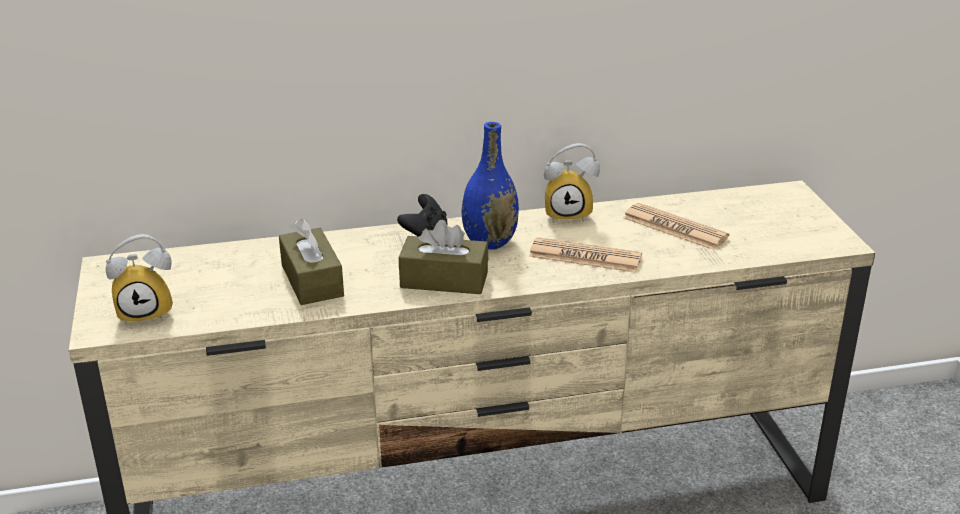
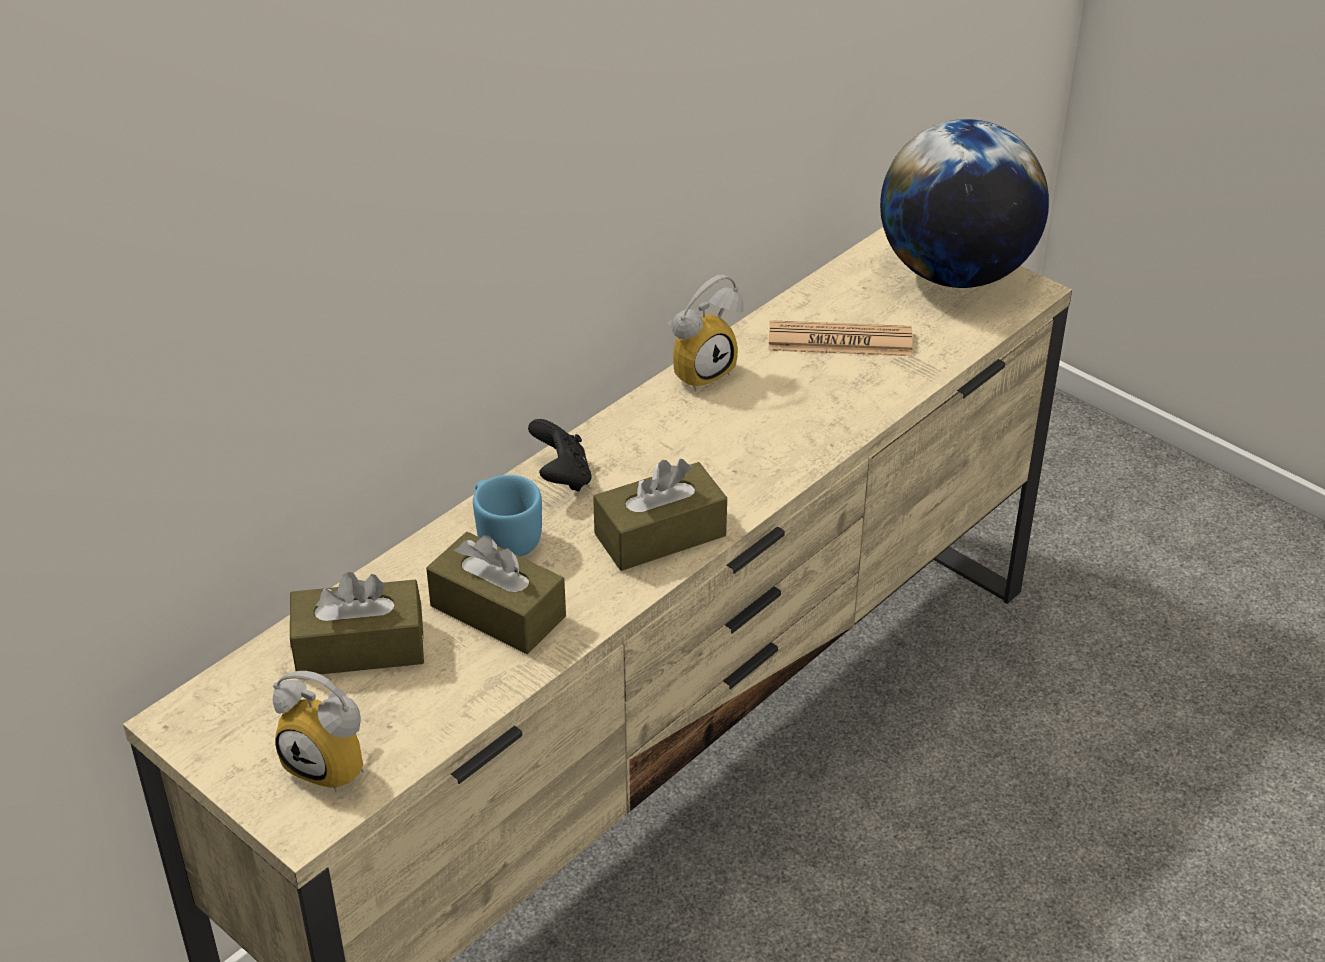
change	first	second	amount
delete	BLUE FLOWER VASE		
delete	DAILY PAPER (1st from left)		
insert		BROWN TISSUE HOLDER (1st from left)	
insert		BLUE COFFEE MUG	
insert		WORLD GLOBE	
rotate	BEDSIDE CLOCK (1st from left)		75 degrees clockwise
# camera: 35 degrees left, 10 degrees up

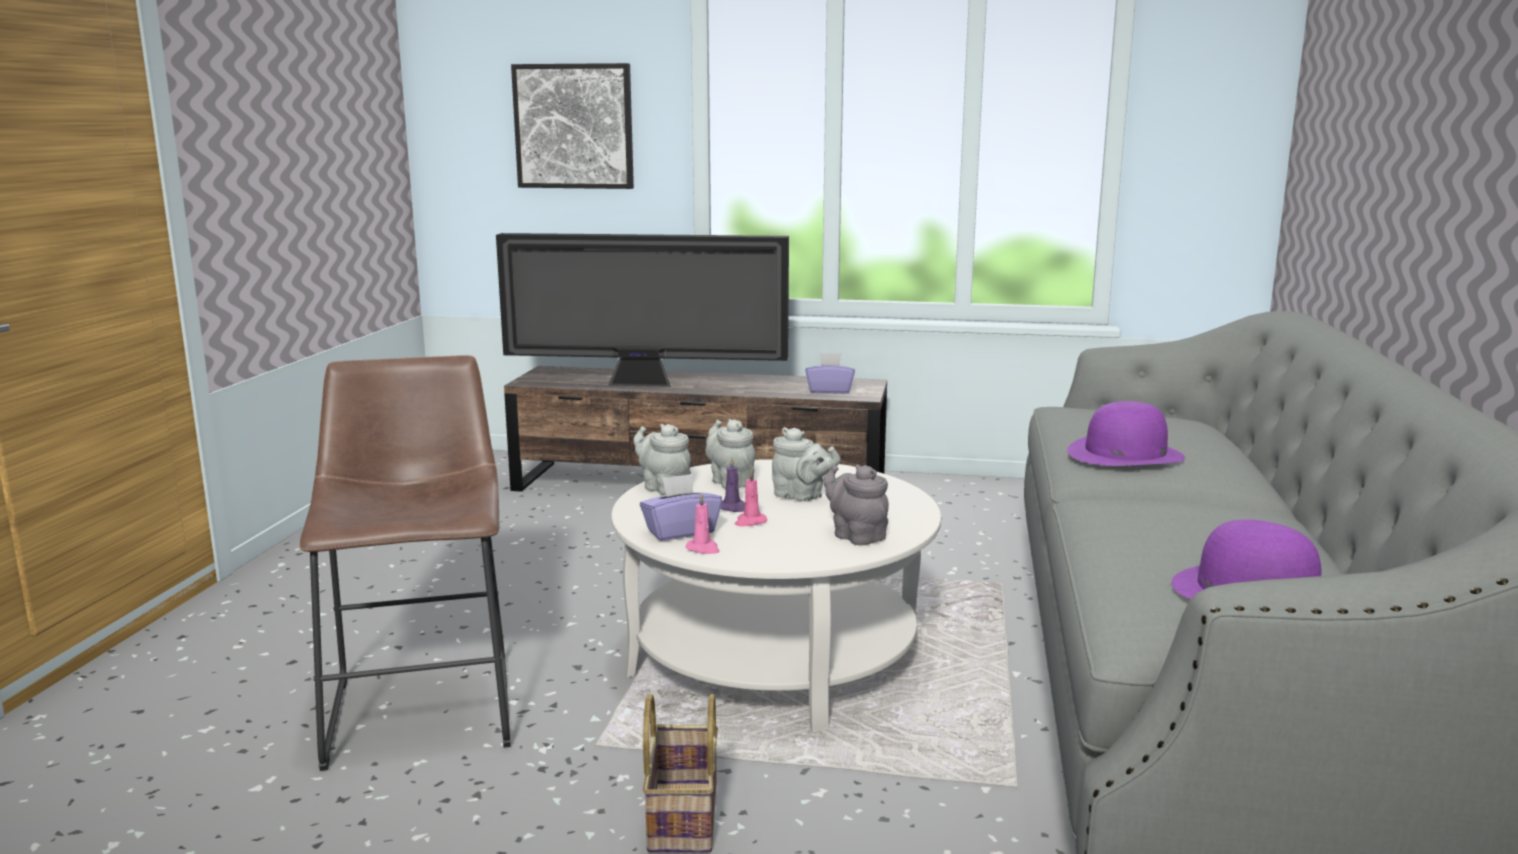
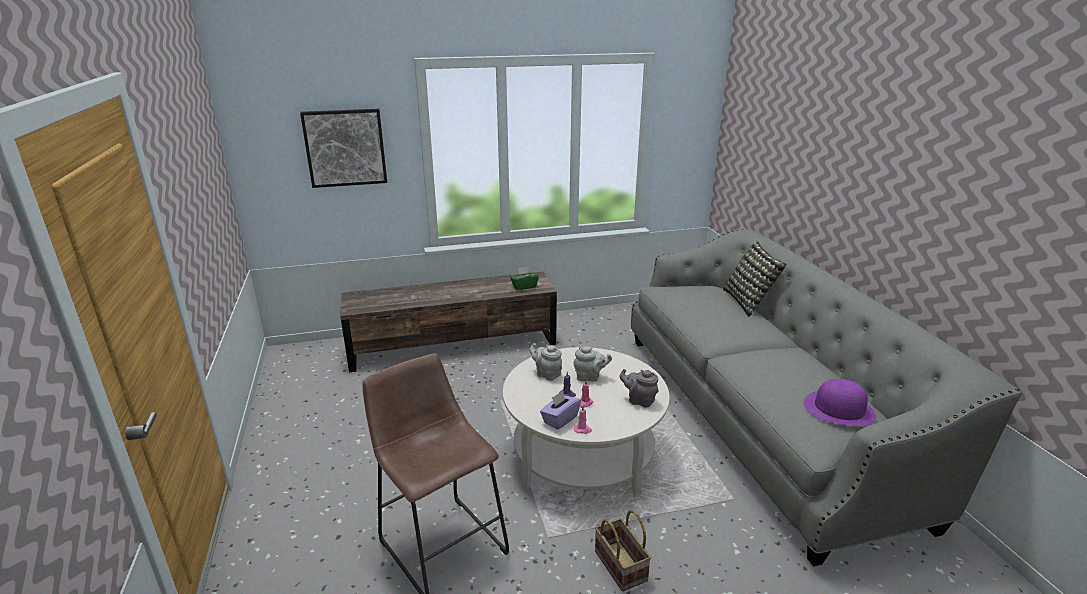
change	first	second	amount
delete	TELEVISION		
delete	GRAY TEA POT (1st from left)		
delete	PURPLE-COLOURED CLOTHING HAT (1st from left)		
insert		CUSHION	
recolor	PURPLE-COLOURED TISSUE HOLDER (2nd from left)	GREENISH TISSUE HOLDER	
# camera: 25 degrees left, 10 degrees up

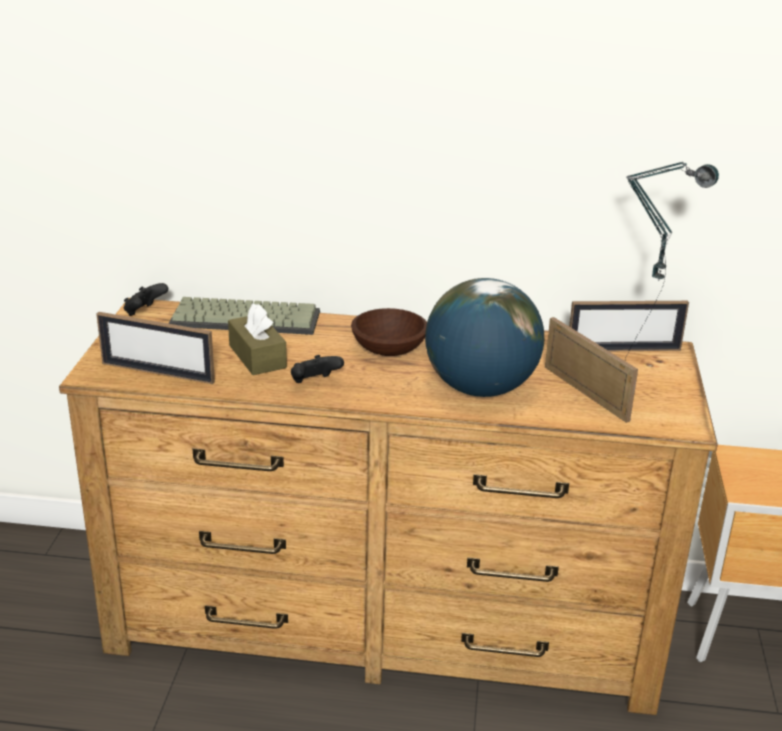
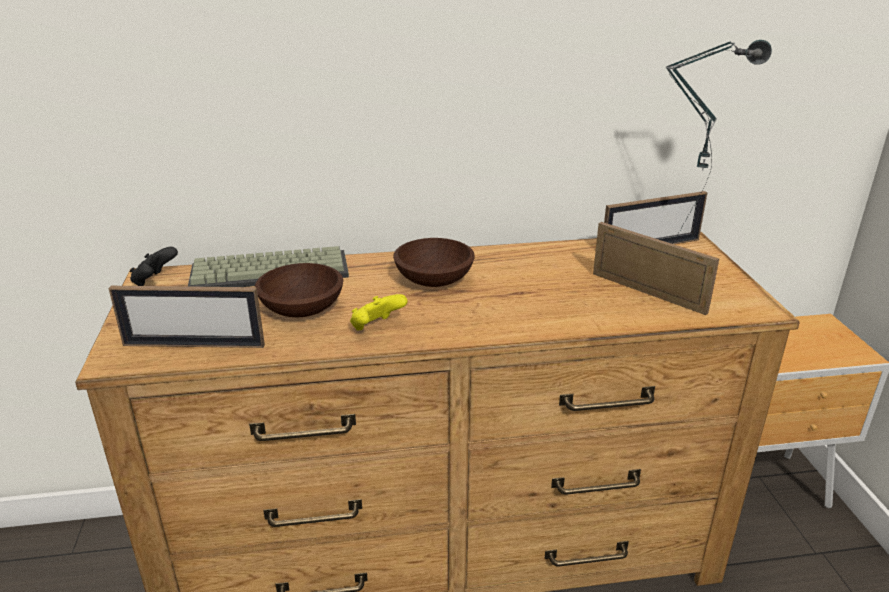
change	first	second	amount
delete	WORLD GLOBE		
replace	BROWN TISSUE HOLDER	BROWN BOWL (1st from left)	
recolor	BLACK-COLOURED GAMEPAD (2nd from left)	YELLOW GAMEPAD	
# camera: 15 degrees left, 0 degrees up

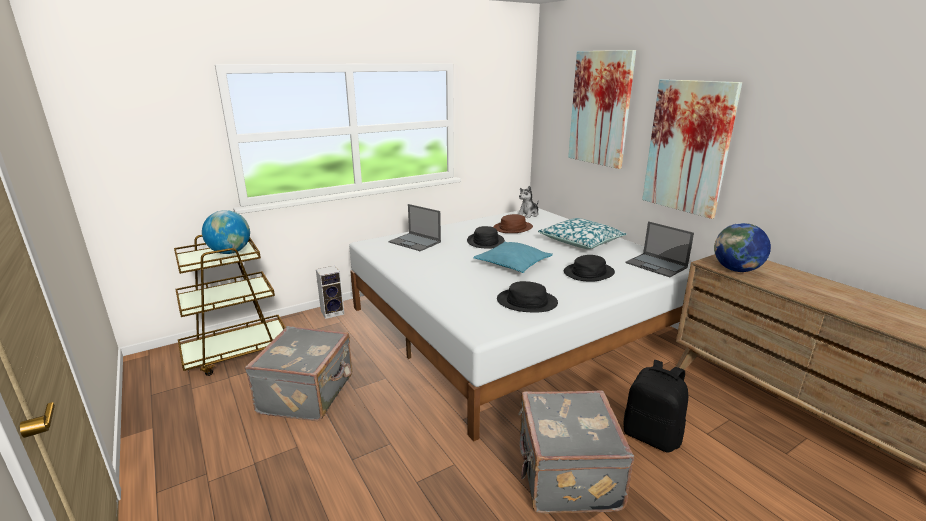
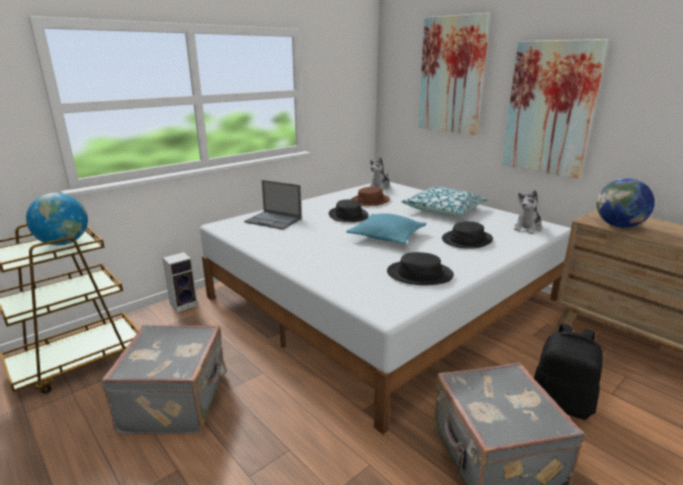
change	first	second	amount
replace	NOTEBOOK COMPUTER (2nd from left)	SOFT TOY (2nd from left)	
# camera: 10 degrees left, 0 degrees up

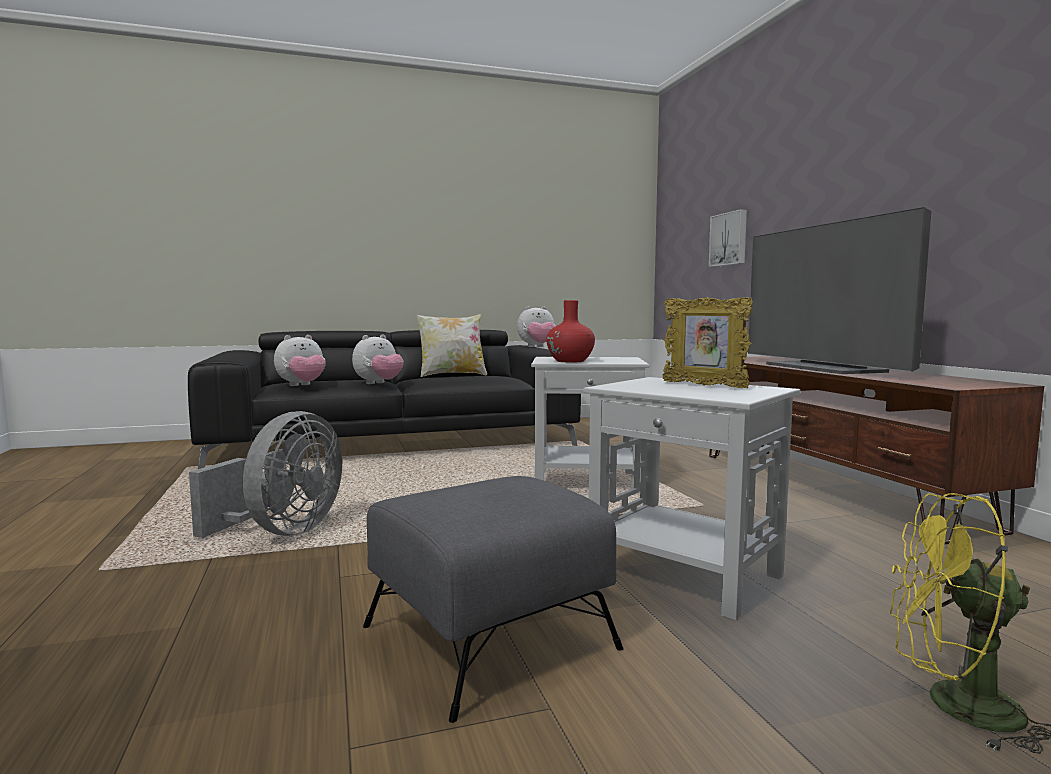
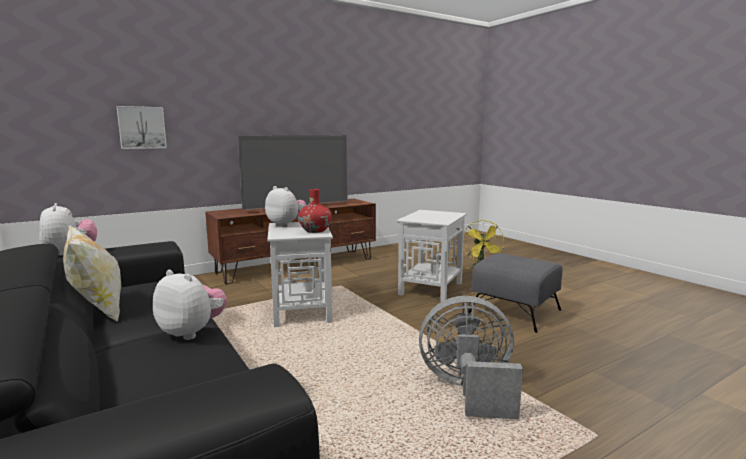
change	first	second	amount
delete	PHOTO FRAME		
move	SOFT TOY (1st from left in the first image)	SOFT TOY (3rd from left)	
# camera: 105 degrees left, 5 degrees up

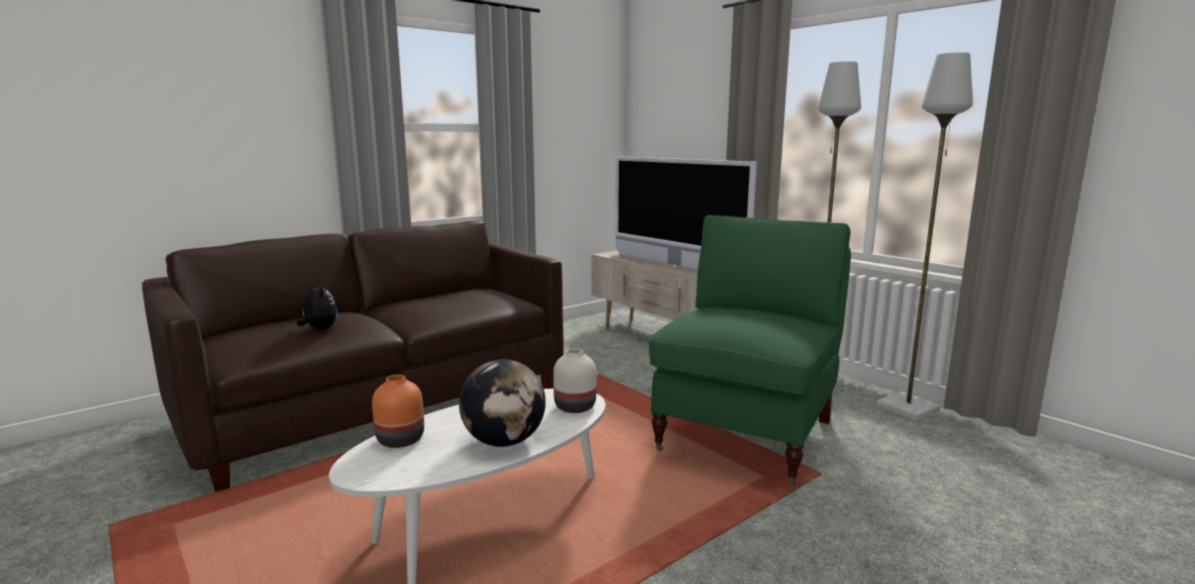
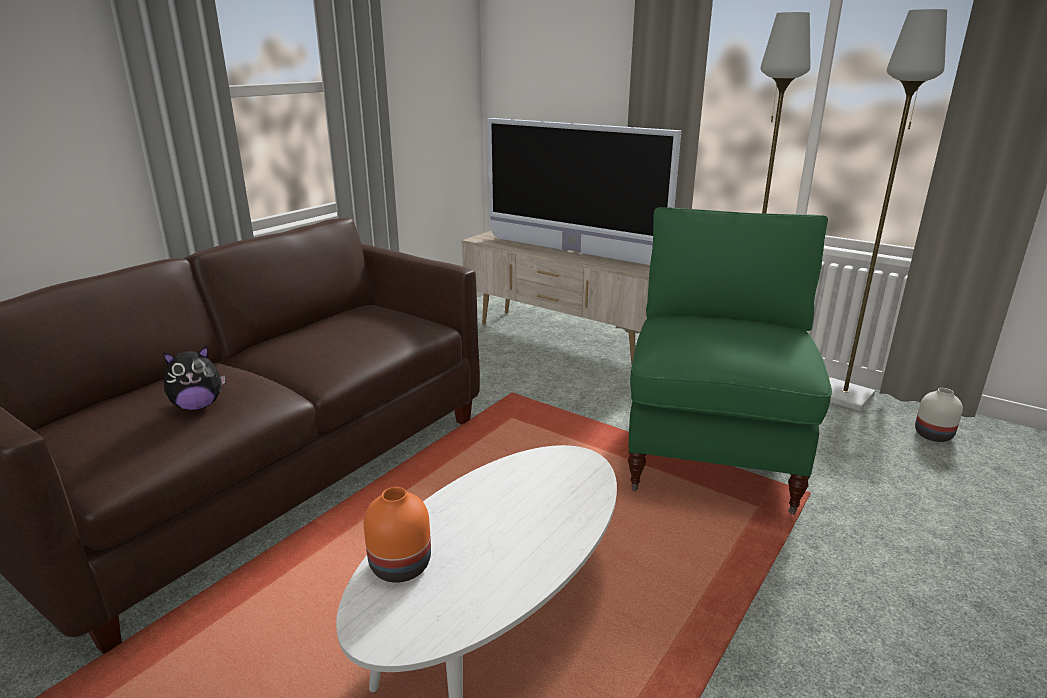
change	first	second	amount
delete	WORLD GLOBE		
move	WHITE FLOWER VASE		
rotate	SOFT TOY		120 degrees clockwise
# camera: 15 degrees left, 10 degrees up

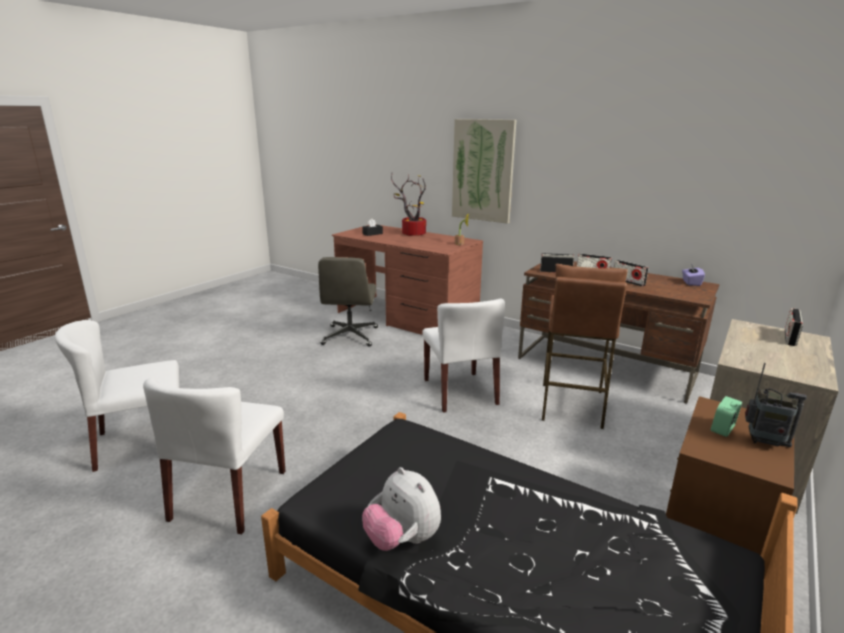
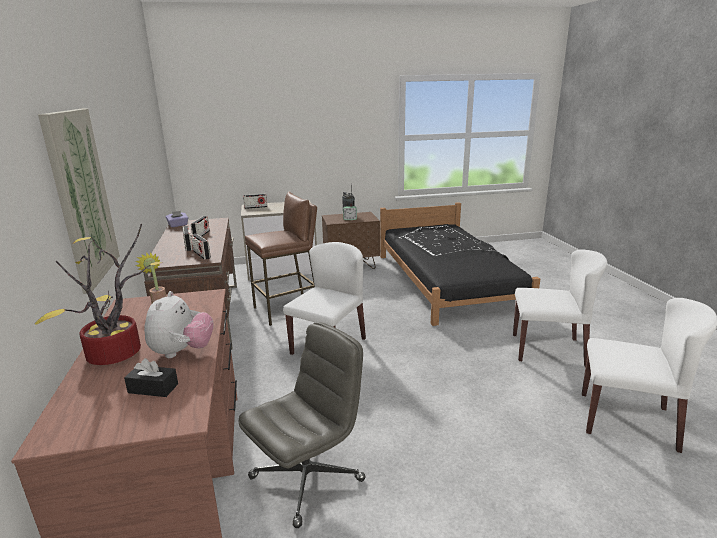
change	first	second	amount
move	SOFT TOY		
rotate	WHITE PLAIN CHAIR (2nd from left)		45 degrees clockwise
# camera: 135 degrees left, 0 degrees up

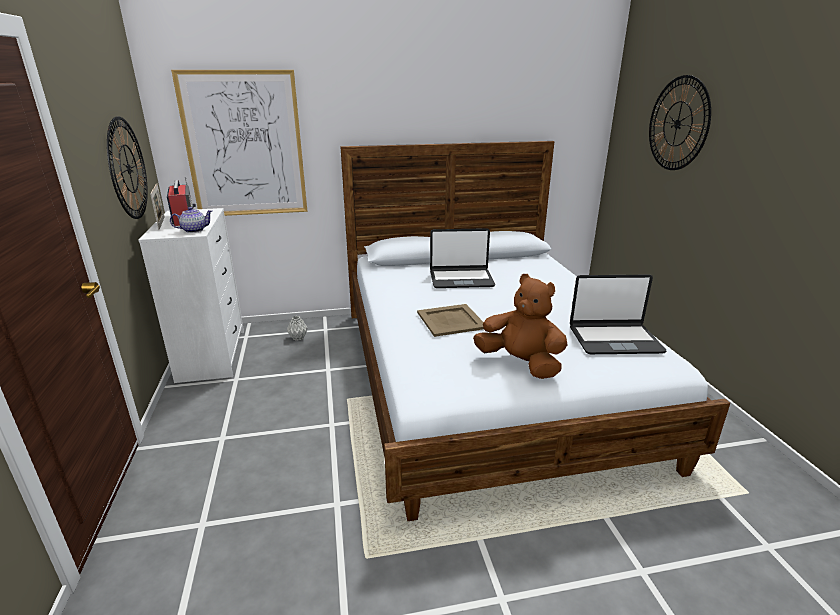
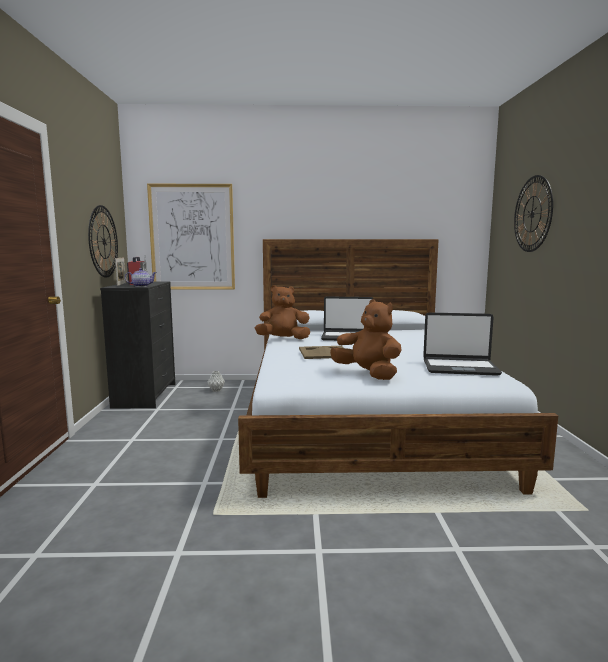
change	first	second	amount
insert		BROWN SOFT TOY (1st from left)	
recolor	WHITE DRAWER CHEST	BLACK-COLOURED DRAWER CHEST	
# camera: 10 degrees right, 15 degrees down

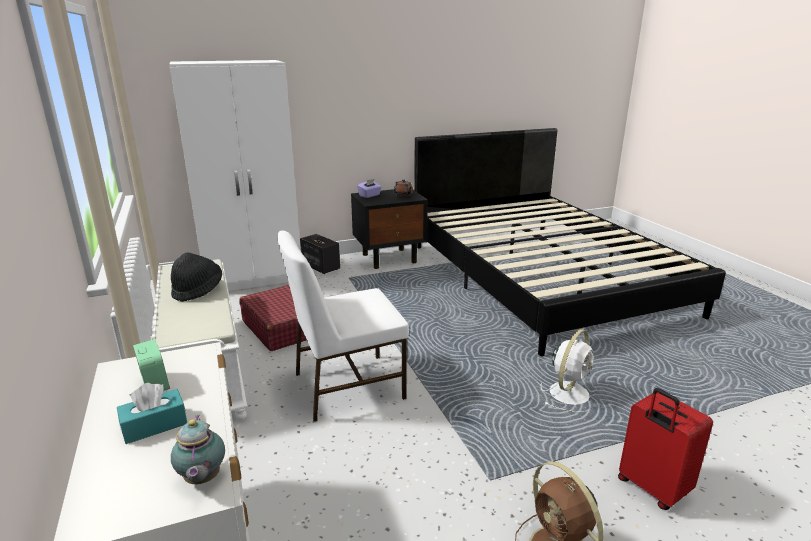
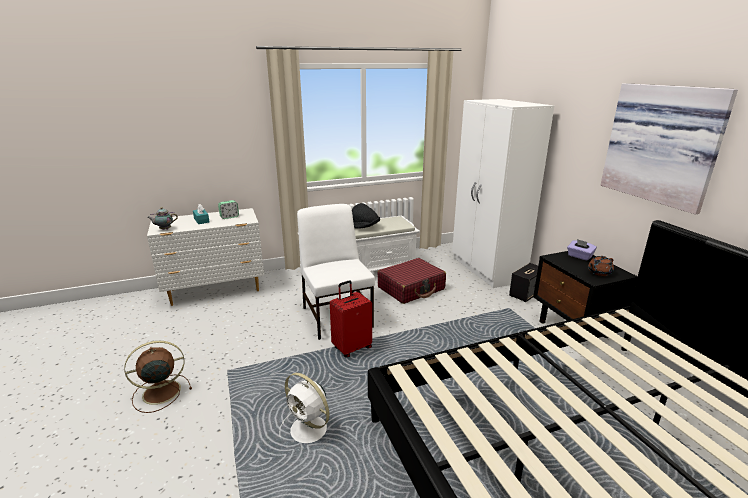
change	first	second	amount
insert		WALL ART	
move	RED-COLOURED TRAVEL CASE (2nd from left in the first image)	RED-COLOURED TRAVEL CASE (1st from left)	
# camera: 90 degrees right, 0 degrees up

